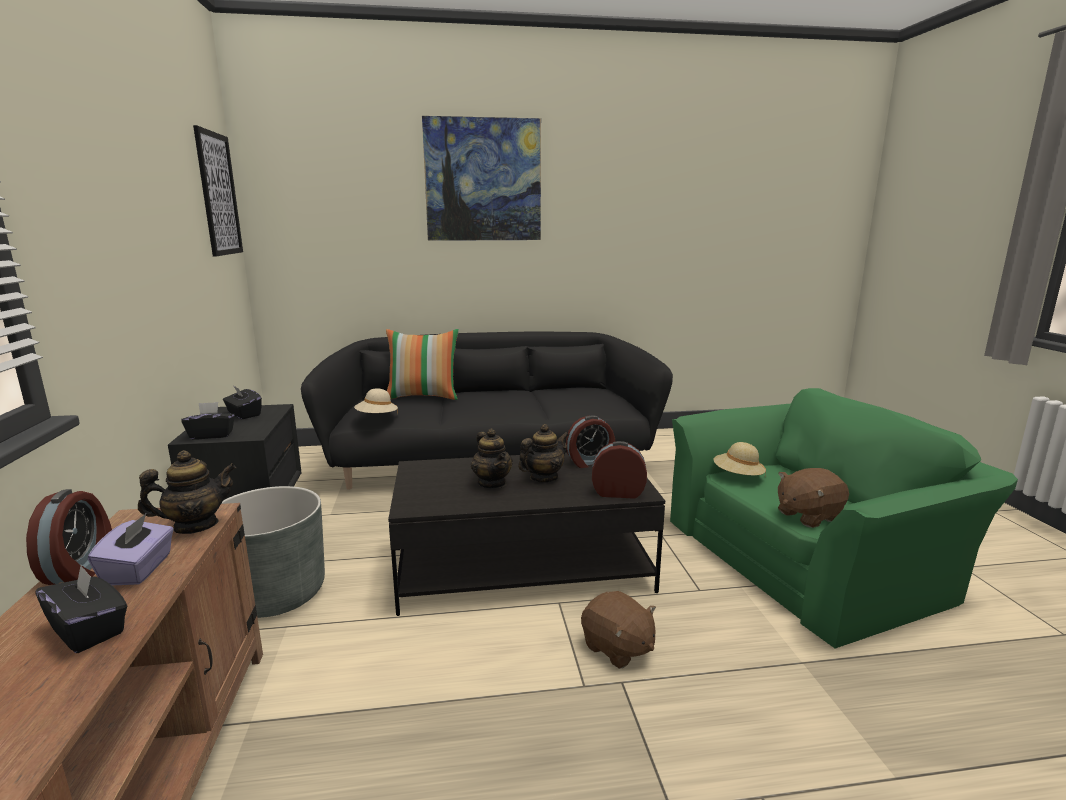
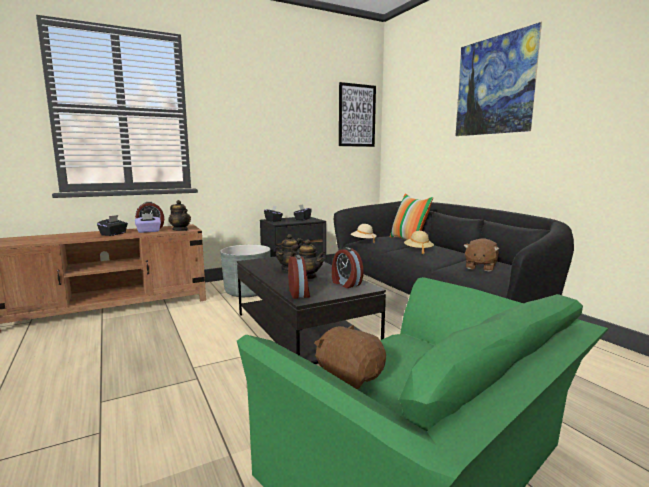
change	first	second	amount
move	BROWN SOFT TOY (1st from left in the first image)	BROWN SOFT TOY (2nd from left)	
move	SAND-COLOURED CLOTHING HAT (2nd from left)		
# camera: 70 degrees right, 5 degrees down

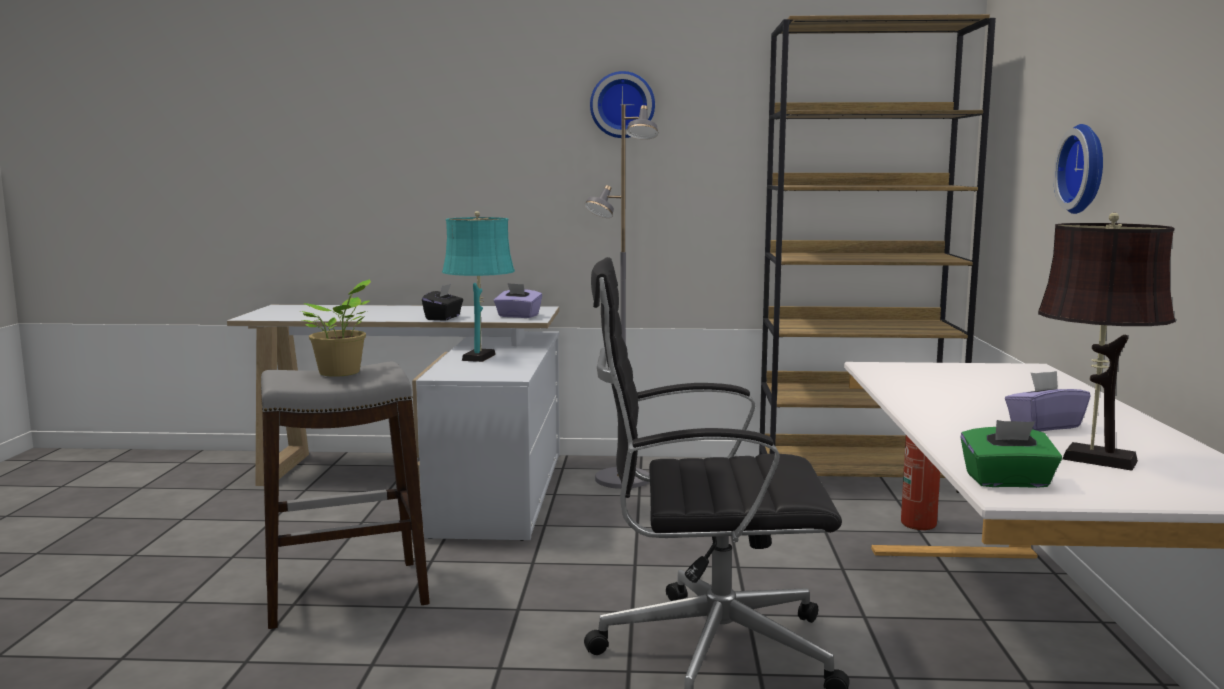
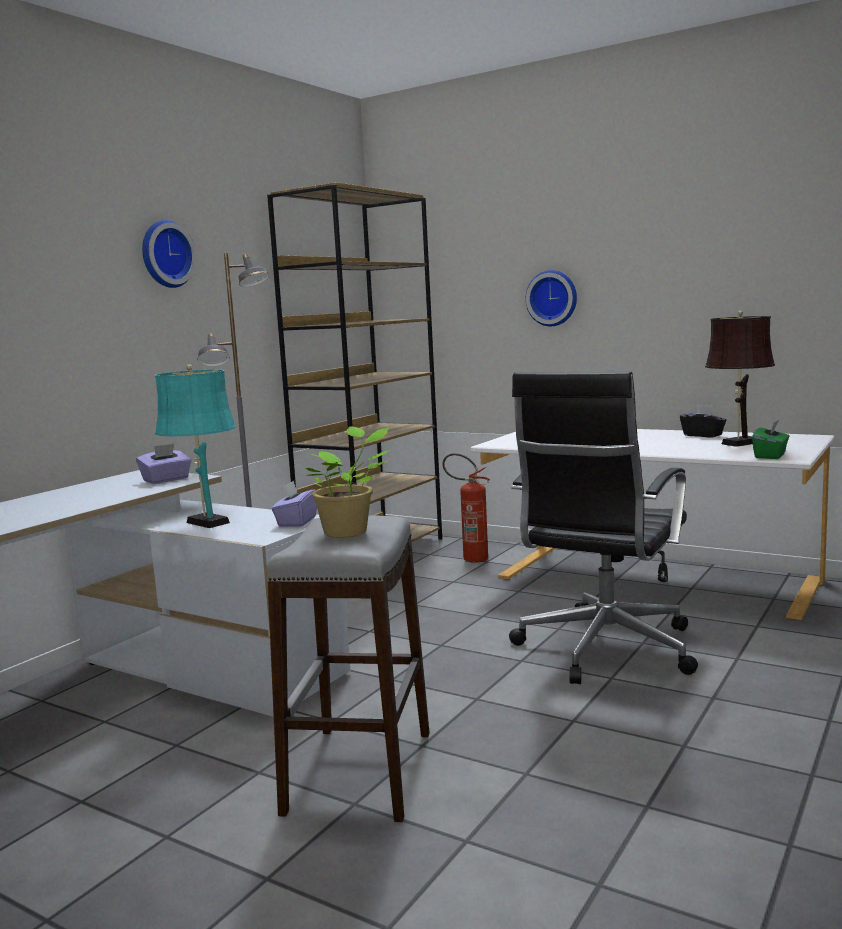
change	first	second	amount
move	BLACK-COLOURED TISSUE HOLDER		
move	PURPLE-COLOURED TISSUE HOLDER (2nd from left)		
# camera: 60 degrees left, 0 degrees up

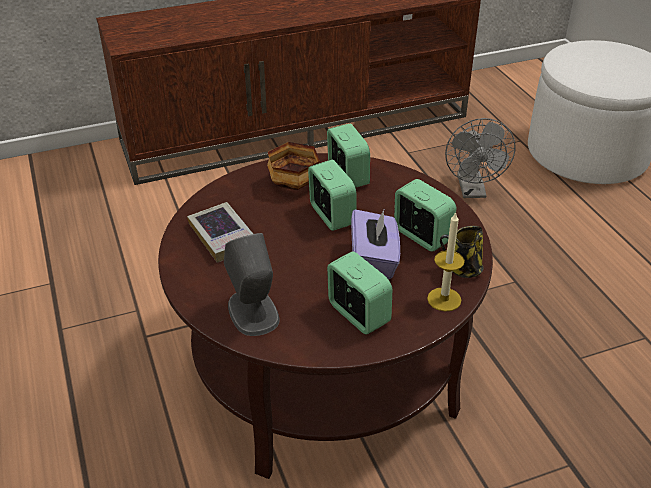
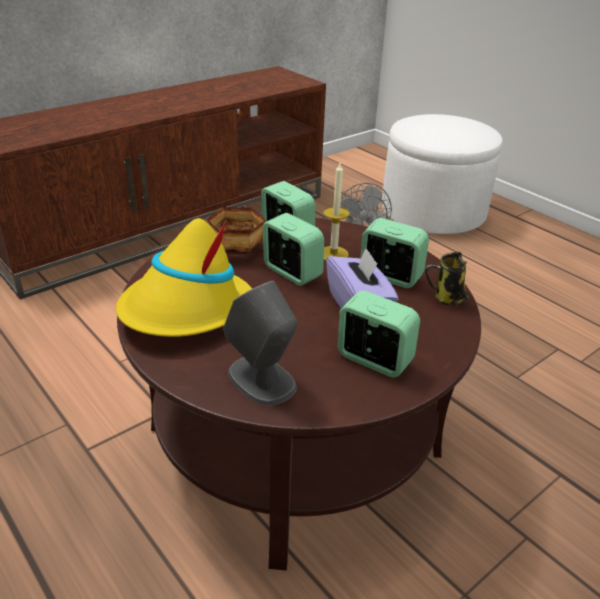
change	first	second	amount
move	WAX LIGHT		
replace	BOOK	YELLOW CLOTHING HAT	
# camera: 20 degrees left, 5 degrees down

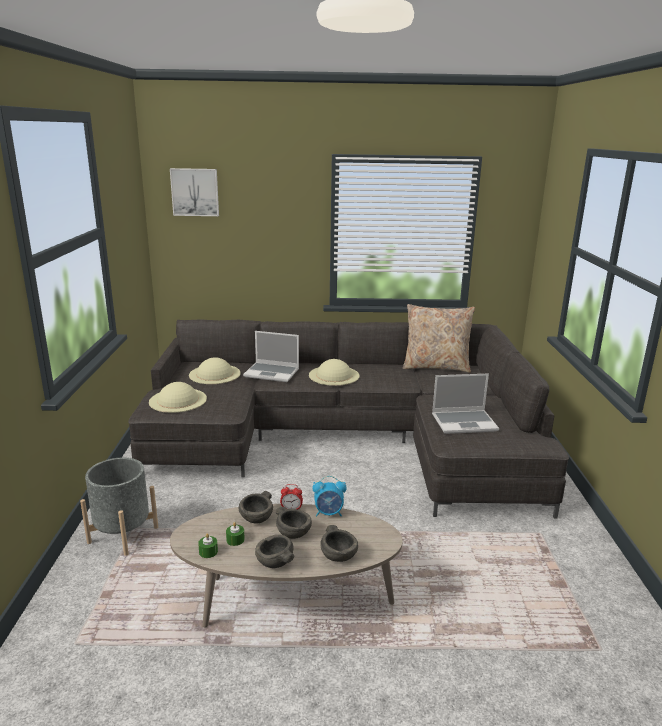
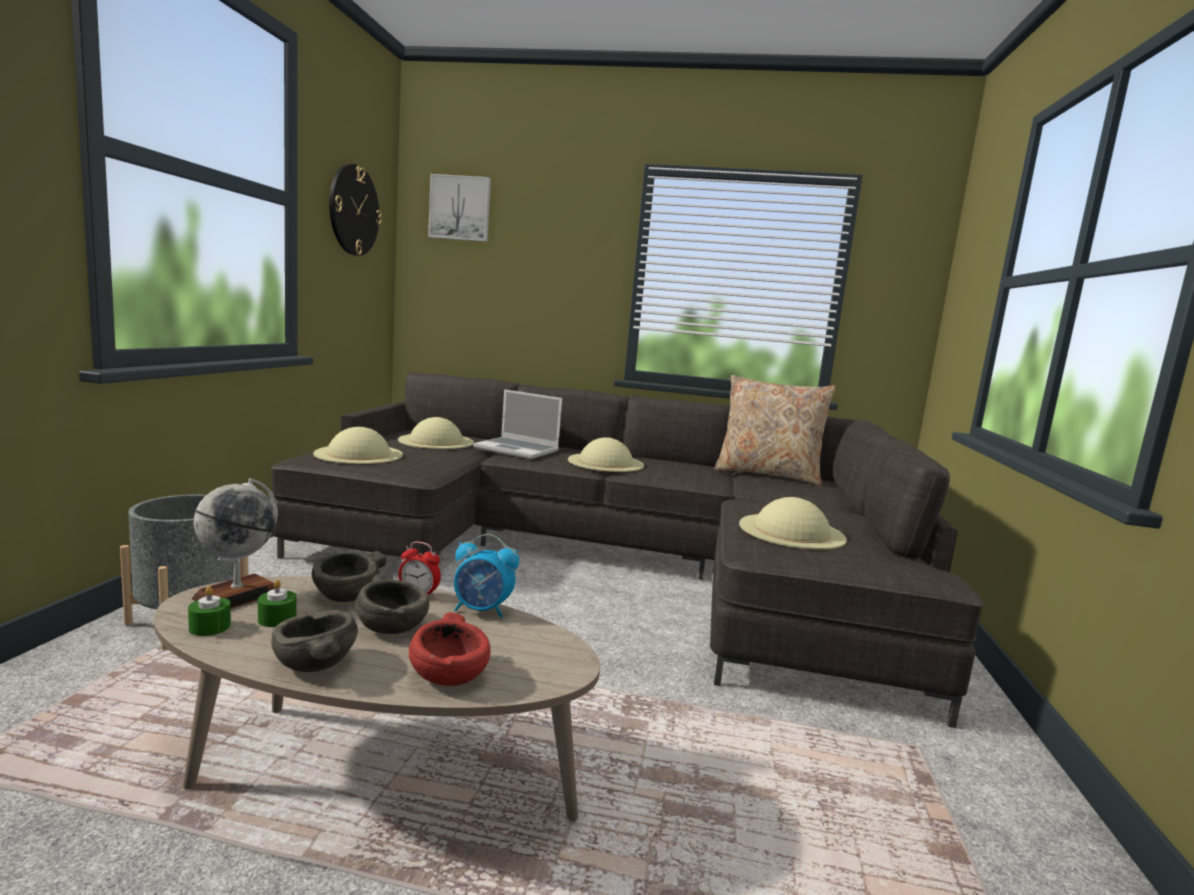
change	first	second	amount
insert		WORLD GLOBE	
insert		HANGING CLOCK	
replace	NOTEBOOK COMPUTER (2nd from left)	SAND-COLOURED CLOTHING HAT (4th from left)	
recolor	GRAY BOWL (4th from left)	RED-COLOURED BOWL	
# camera: 10 degrees right, 10 degrees down

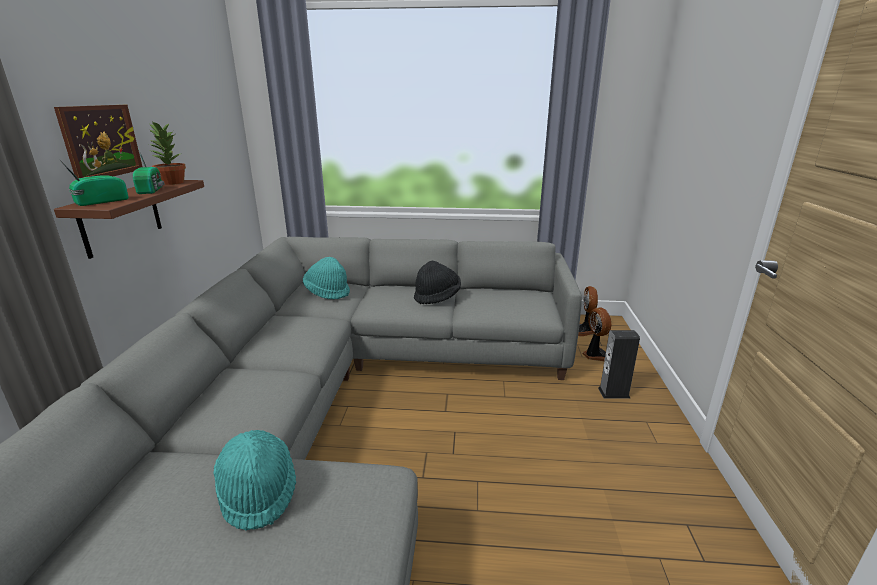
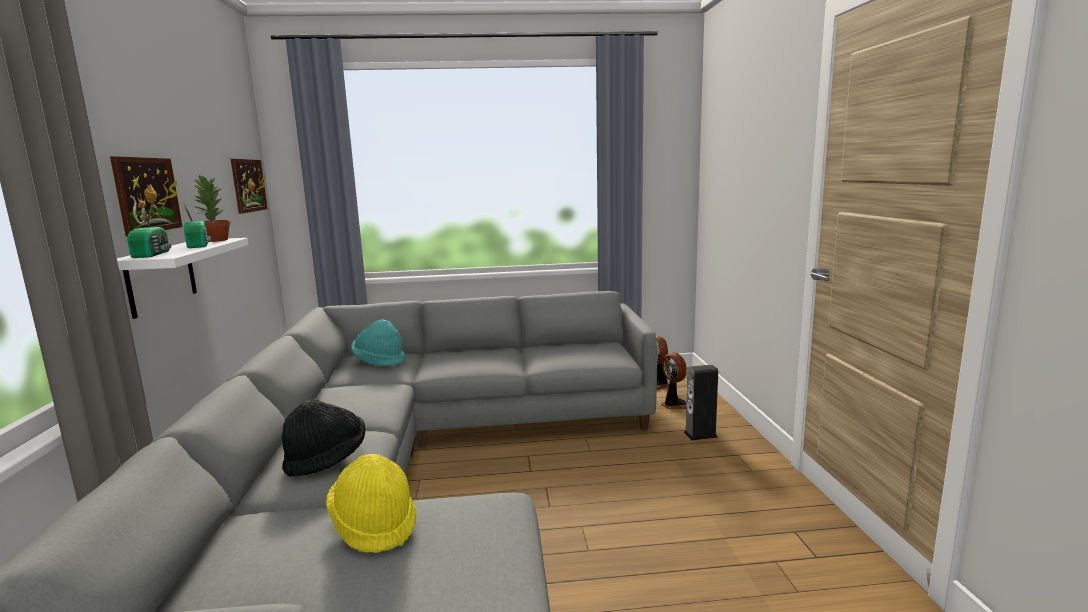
change	first	second	amount
insert		WALL ART (2nd from left)	
move	BLACK-COLOURED CLOTHING HAT		
recolor	BROWN WALL SHELF	WHITE WALL SHELF	
recolor	BLUE-GREEN CLOTHING HAT (1st from left)	YELLOW CLOTHING HAT	
rotate	RADIO RECEIVER (1st from left)		135 degrees clockwise
# camera: 10 degrees left, 10 degrees down

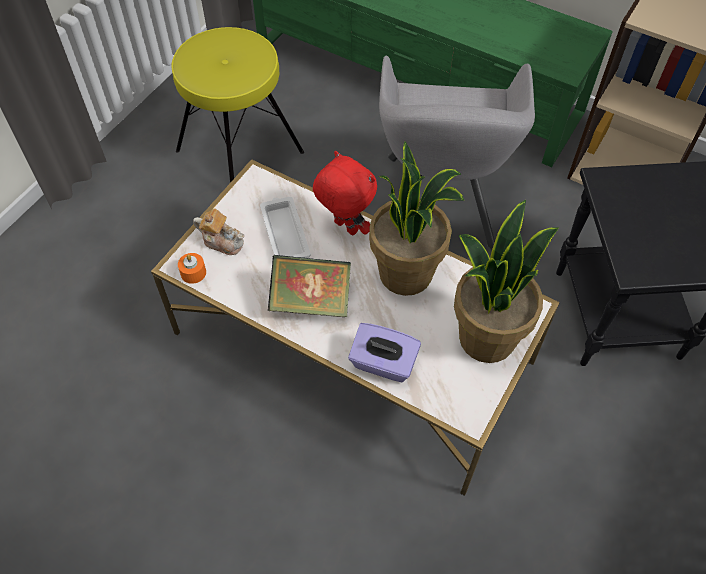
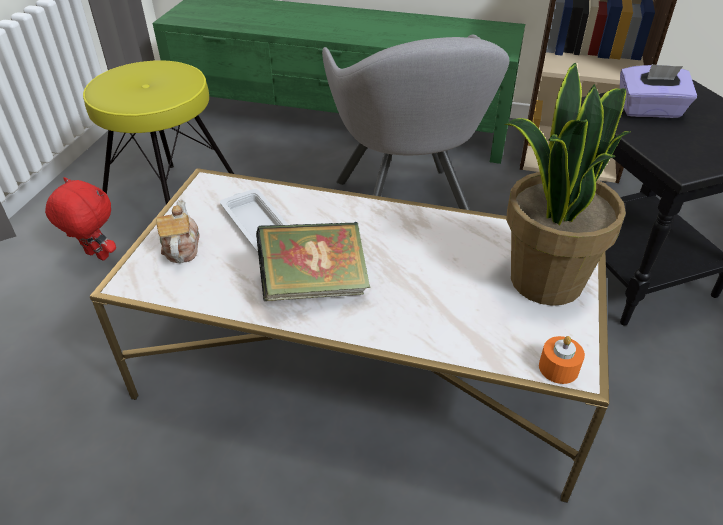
change	first	second	amount
delete	POTTED PLANT (1st from left)		
move	ORANGE-COLOURED WAX LIGHT		
move	RED-COLOURED SOFT TOY		
move	PURPLE-COLOURED TISSUE HOLDER		
rotate	TEA POT		105 degrees counterclockwise
# camera: 15 degrees left, 15 degrees down

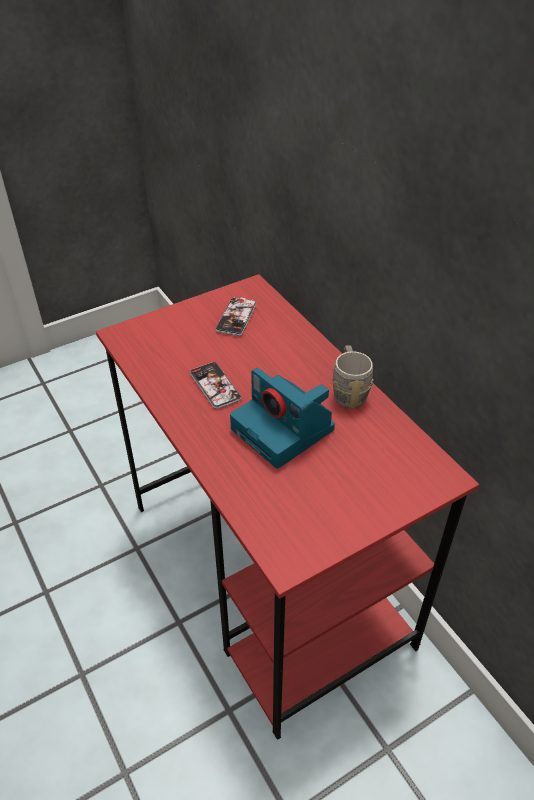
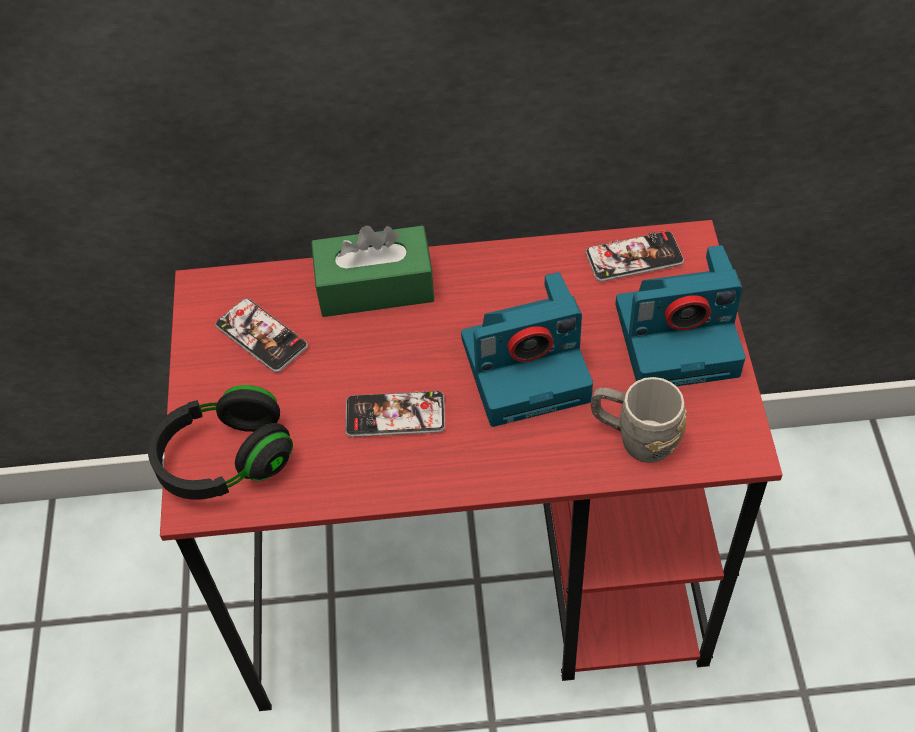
change	first	second	amount
insert		BLACK-COLOURED HEADSET	
insert		GREENISH TISSUE HOLDER	
insert		TELEPHONE (3rd from left)	
insert		STILL CAMERA (2nd from left)	
move	GRAY COFFEE MUG		
# camera: 60 degrees left, 10 degrees up

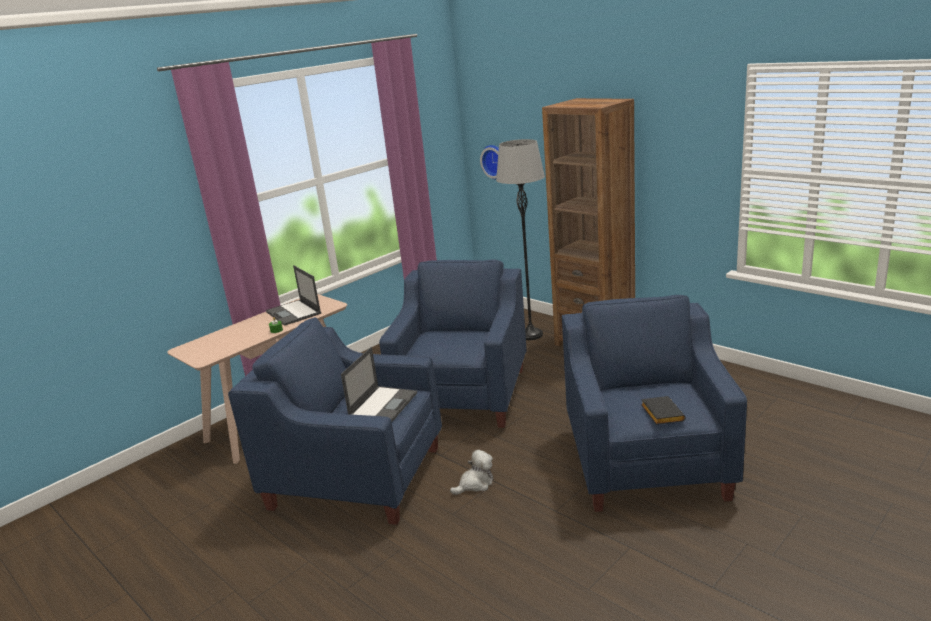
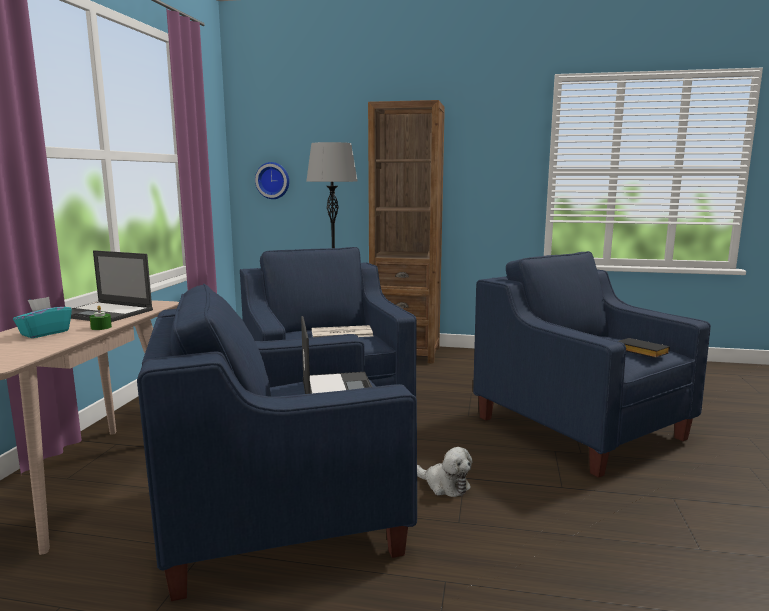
change	first	second	amount
insert		BLUE-GREEN TISSUE HOLDER	
insert		DAILY PAPER	
rotate	SOFT TOY		105 degrees clockwise
# camera: 35 degrees left, 10 degrees down

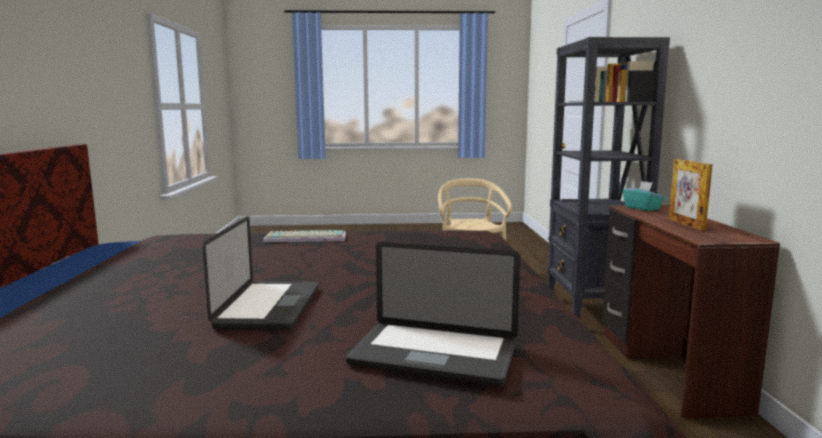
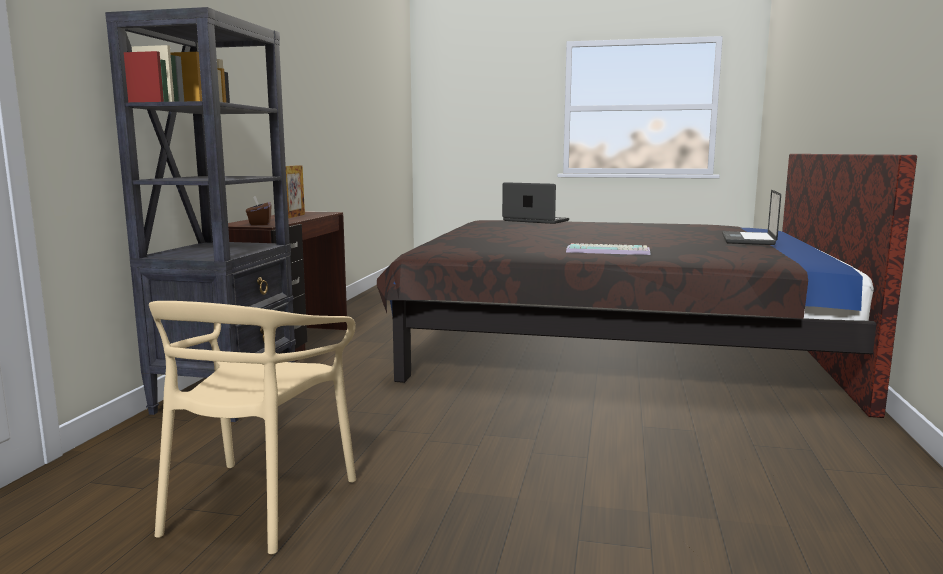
change	first	second	amount
move	NOTEBOOK COMPUTER (1st from left in the first image)	NOTEBOOK COMPUTER (2nd from left)	
recolor	BLUE-GREEN TISSUE HOLDER	BROWN TISSUE HOLDER	
# camera: 165 degrees left, 0 degrees up

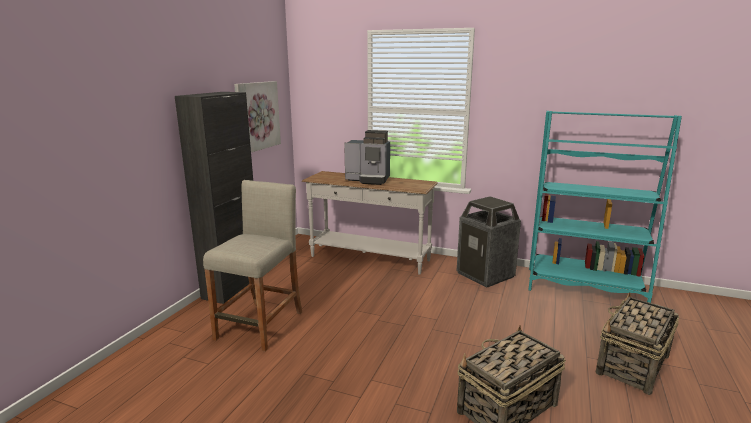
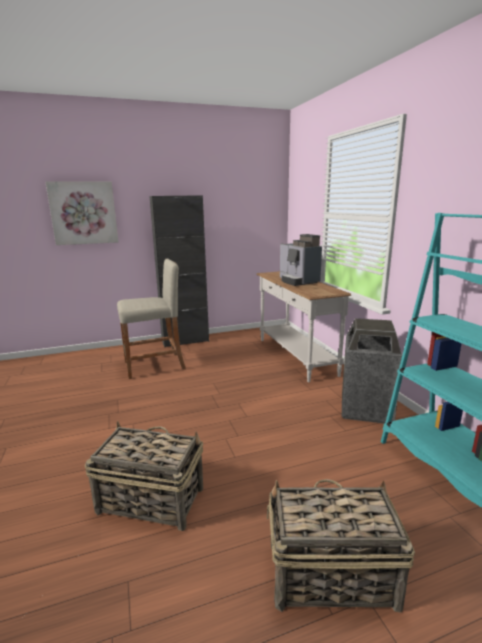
change	first	second	amount
move	WALL ART		
# camera: 50 degrees right, 0 degrees up

